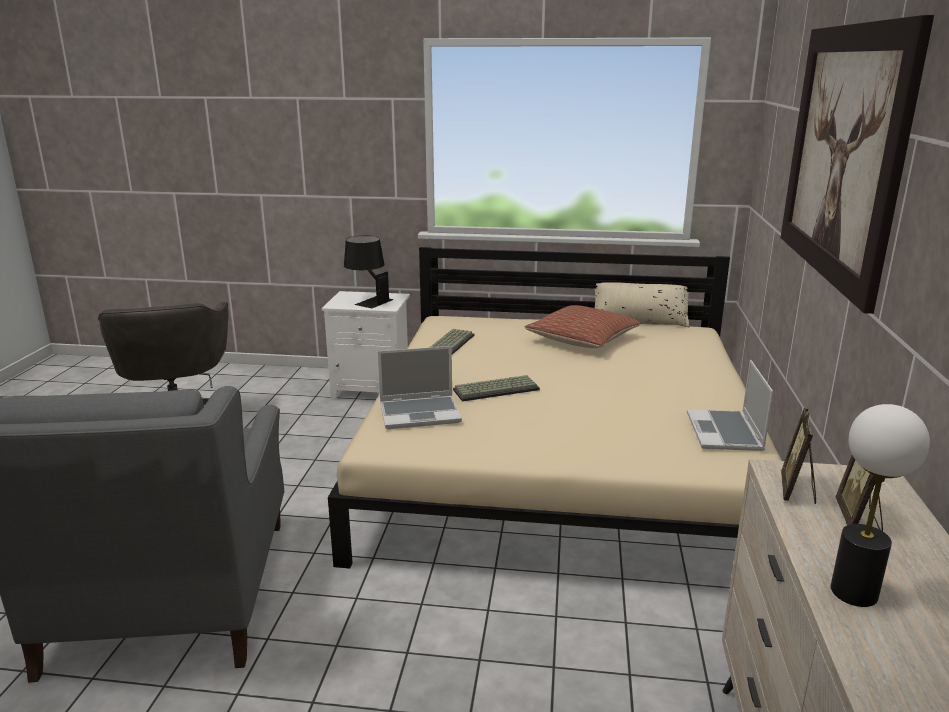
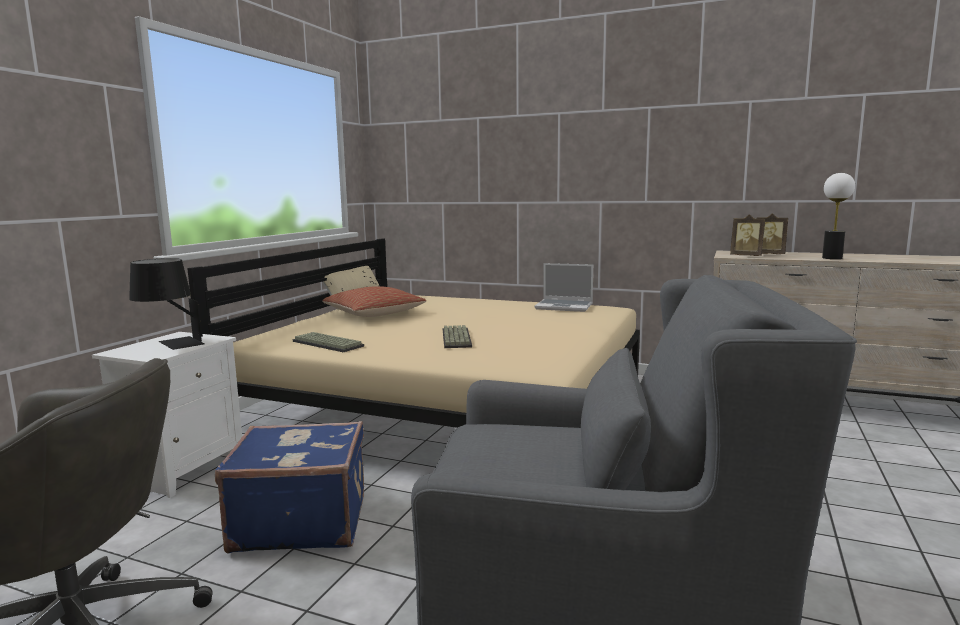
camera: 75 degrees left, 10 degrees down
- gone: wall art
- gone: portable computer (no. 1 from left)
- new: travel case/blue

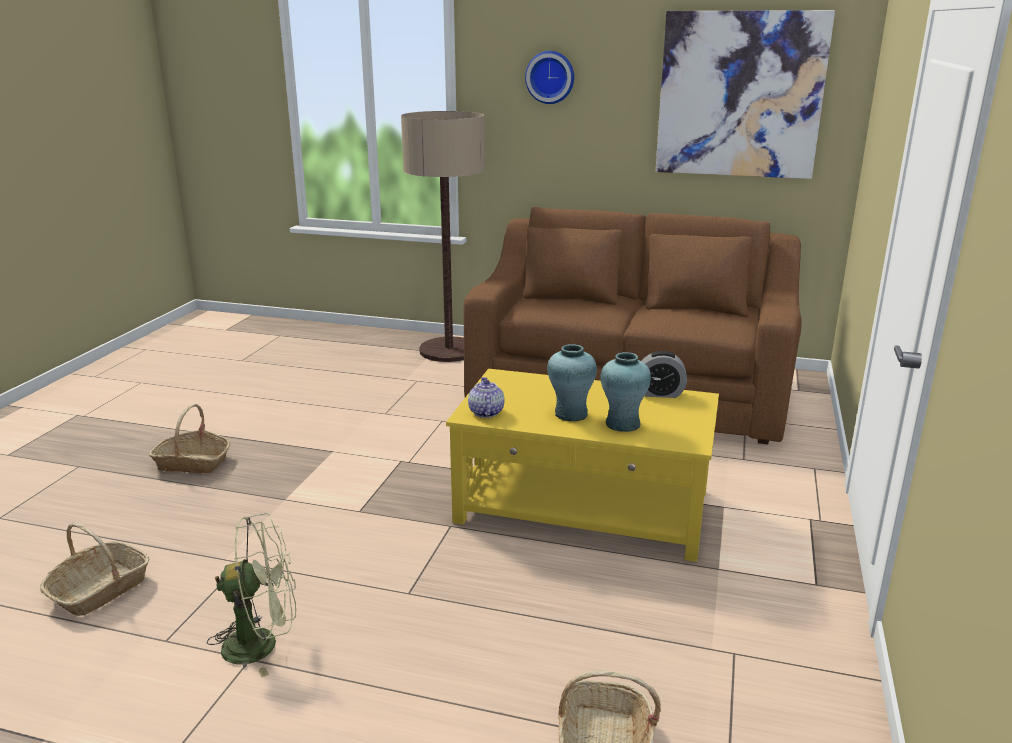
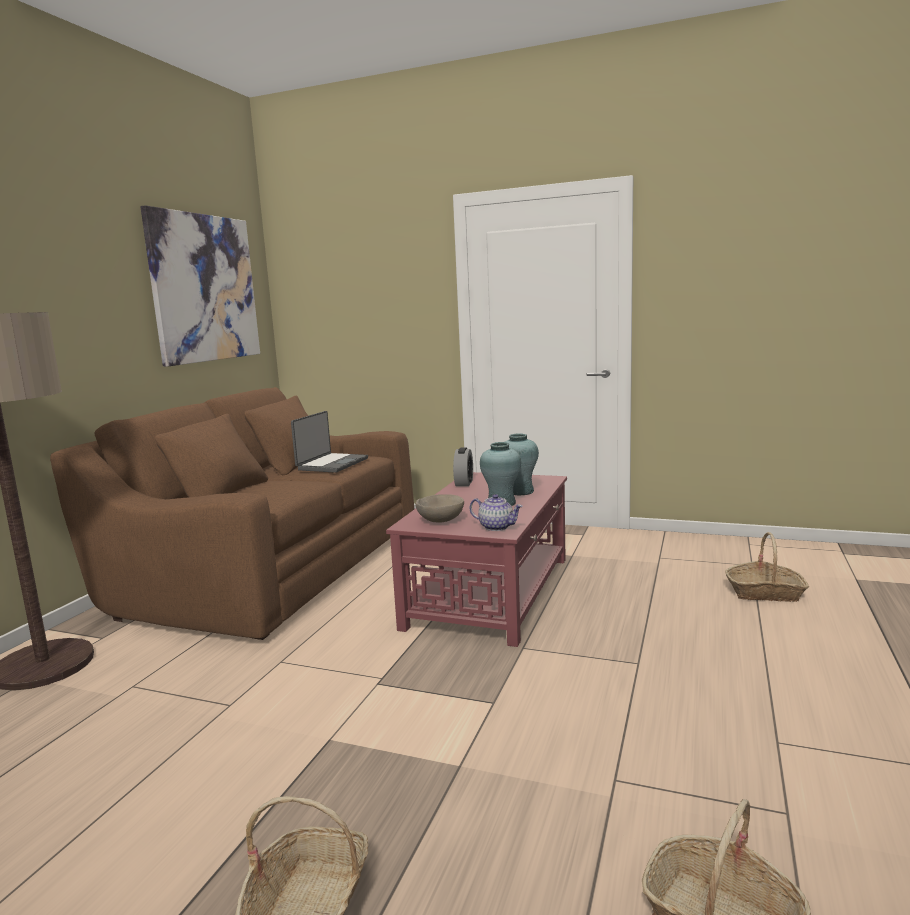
camera: 85 degrees left, 10 degrees down
- gone: hanging clock
- repainted: coffee table/yellow-coloured to coffee table/reddish
- rotated: tea pot 150 degrees counterclockwise
- gone: electric fan/green
- new: portable computer
- new: bowl/sand-coloured

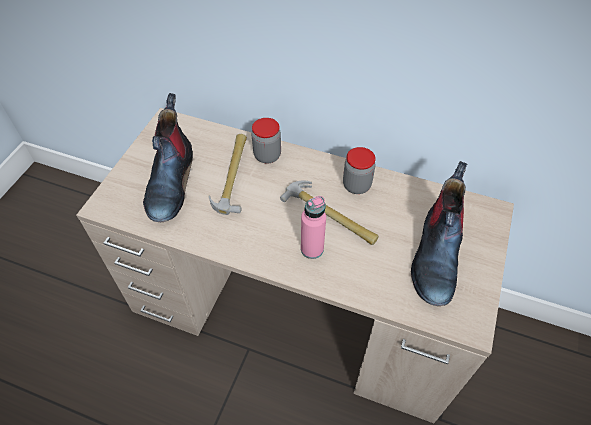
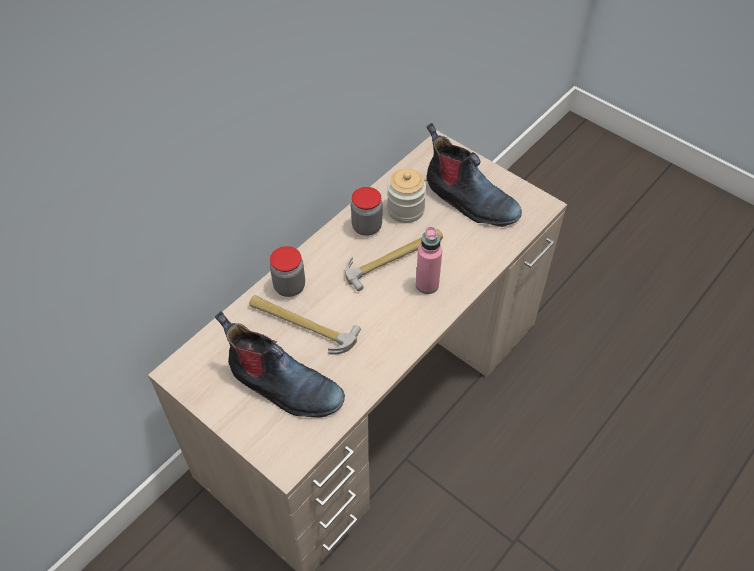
camera: 70 degrees left, 0 degrees up
- new: preserve jar (no. 3 from left)

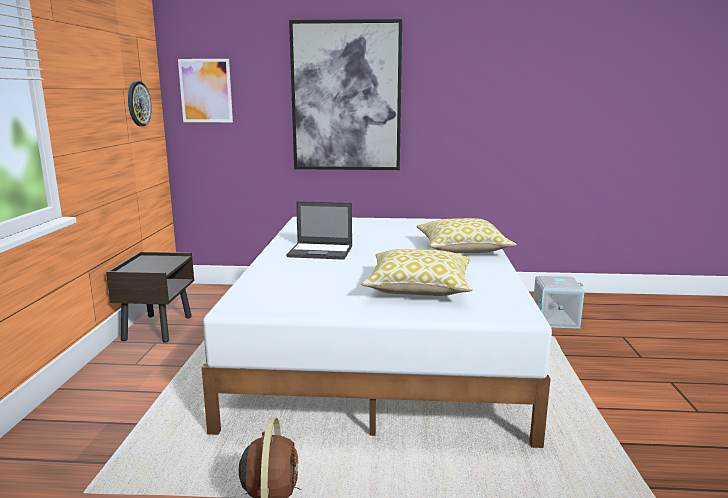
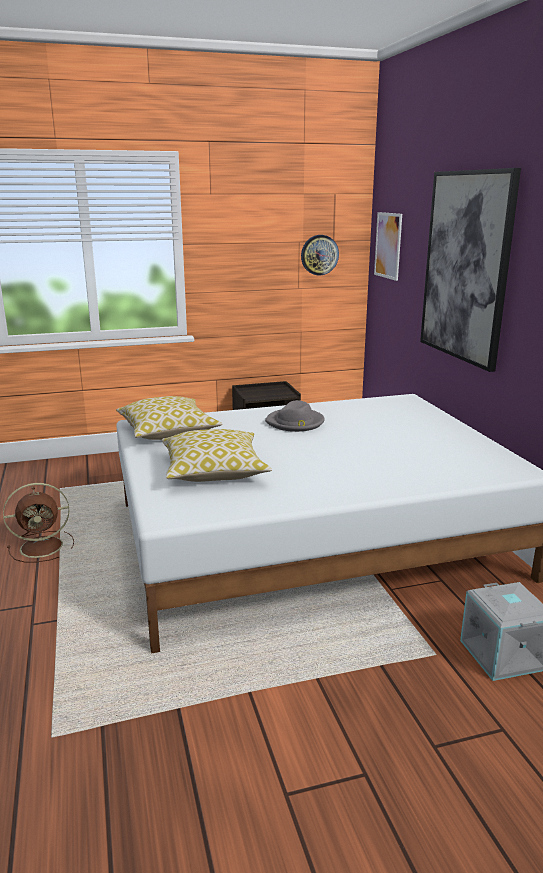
camera: 70 degrees right, 5 degrees up
- swapped: portable computer to hat/greyish
- shifted: throw pillow (no. 2 from left in the first image) to throw pillow (no. 1 from left)

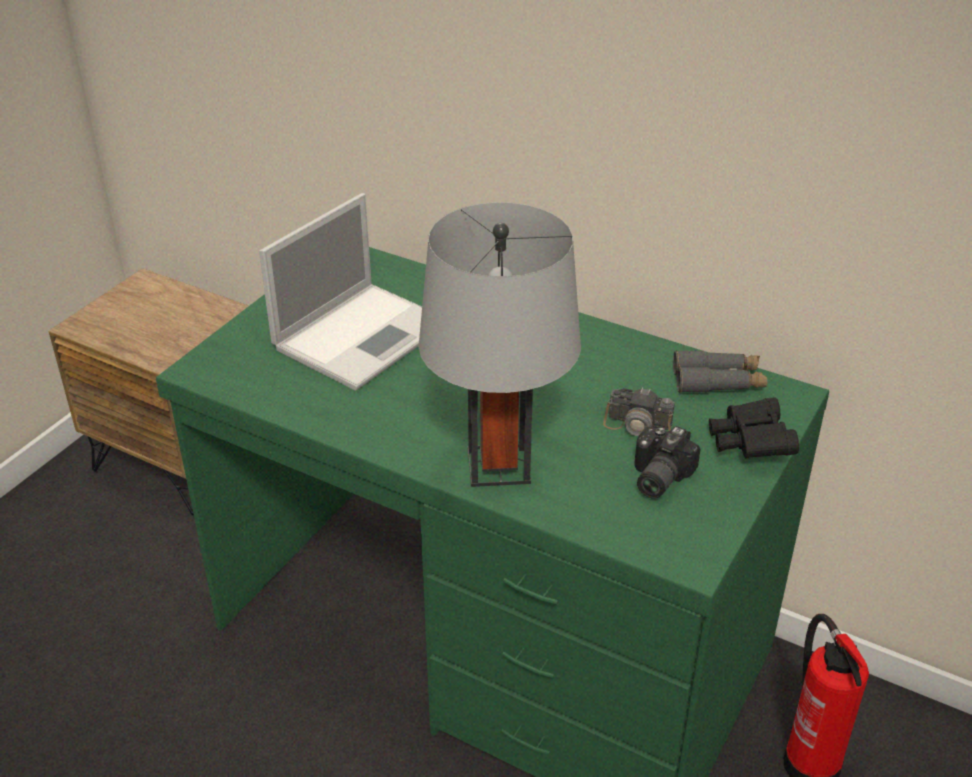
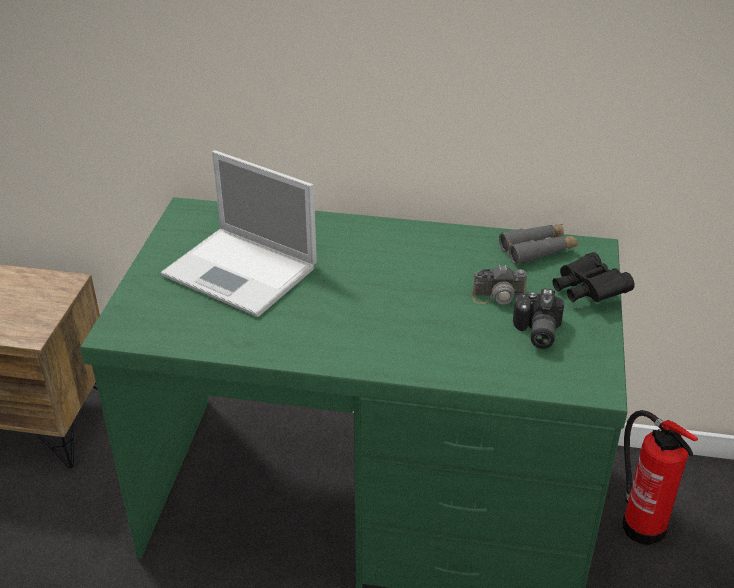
camera: 20 degrees left, 0 degrees up
- rotated: portable computer 105 degrees clockwise
- gone: lamp for a table/greyish

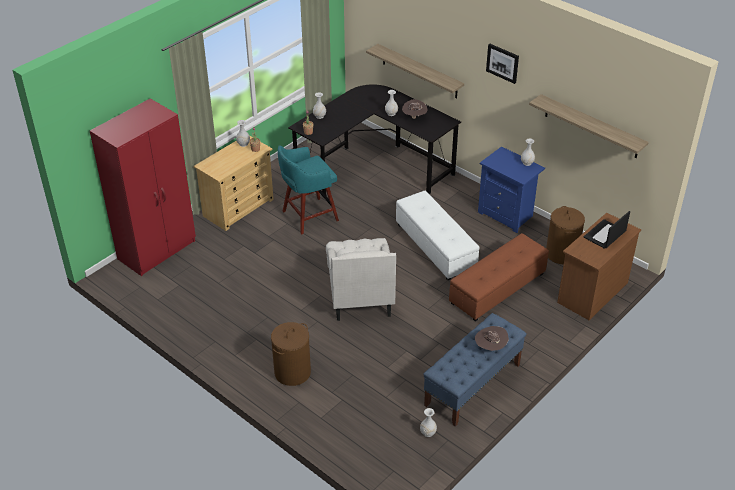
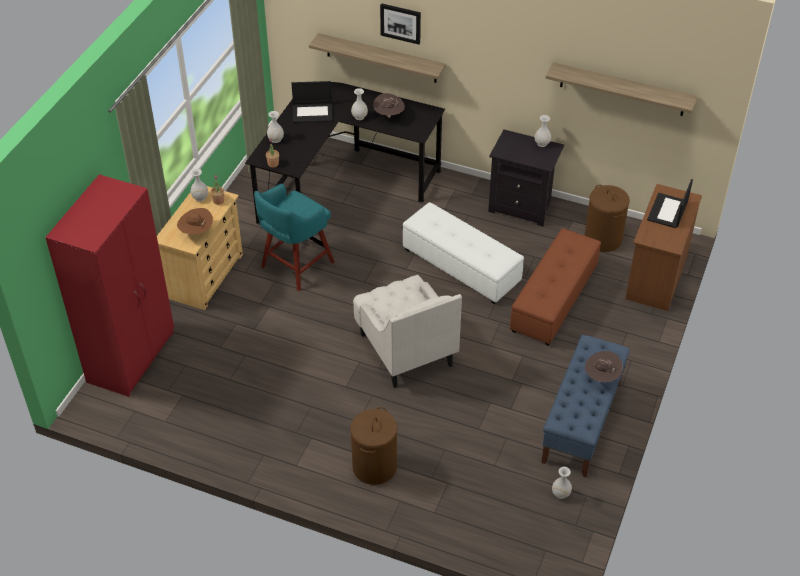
camera: 20 degrees left, 5 degrees up
- shifted: wall art
- repainted: night table/blue to night table/blackish
- new: portable computer (no. 1 from left)
- new: hat/brown-coloured (no. 1 from left)

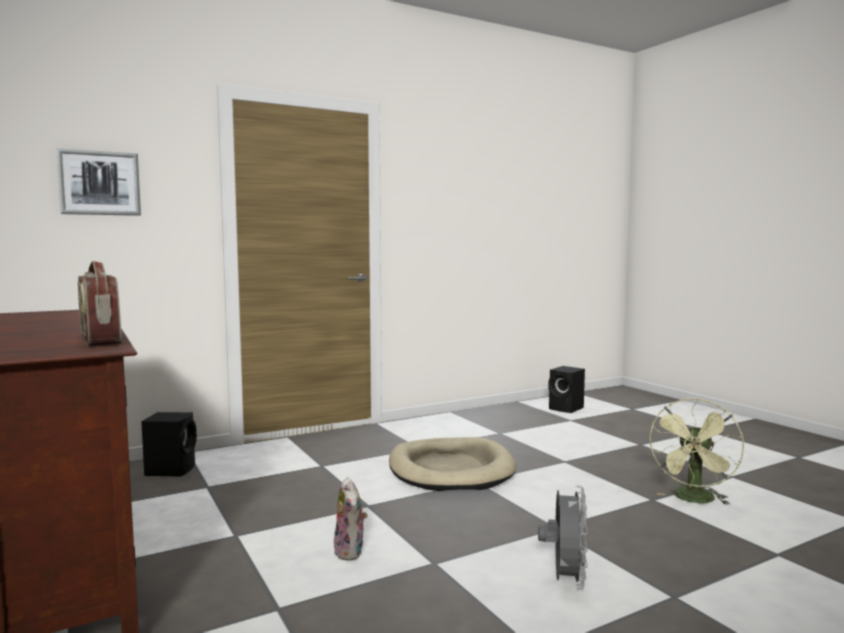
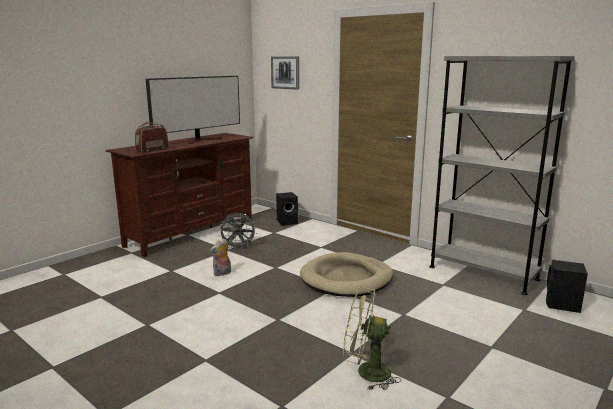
camera: 70 degrees right, 10 degrees up
- shifted: electric fan/greyish
- new: bookcase/greyish
- new: television

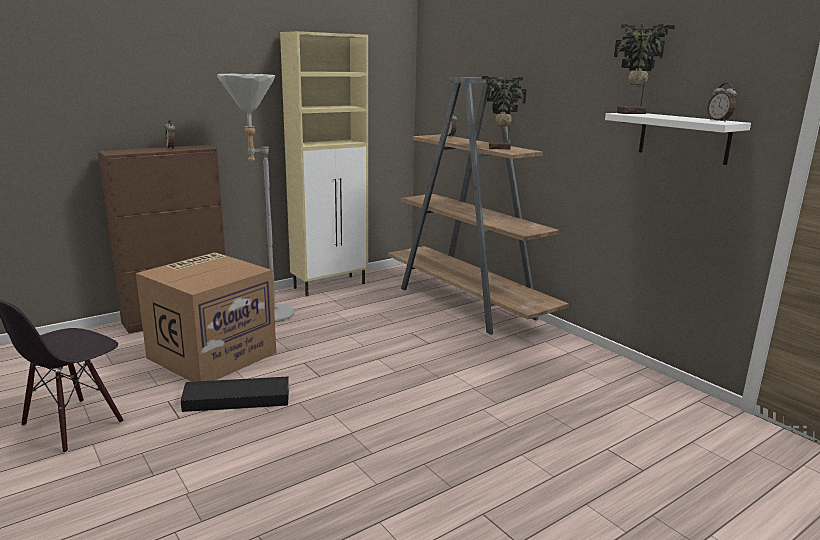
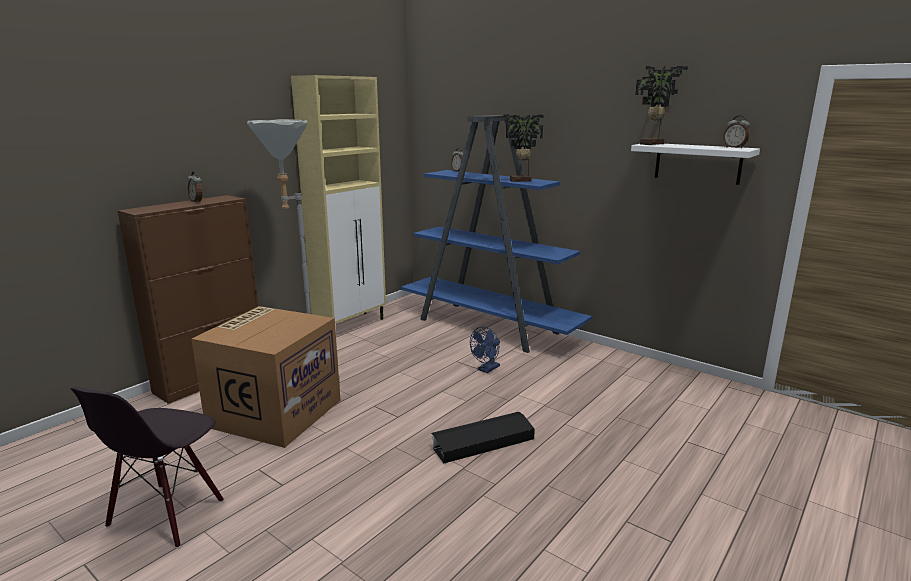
camera: 15 degrees left, 0 degrees up
- repainted: bookcase/brown-coloured to bookcase/blue
- shifted: storage box/blackish
- new: electric fan/blue

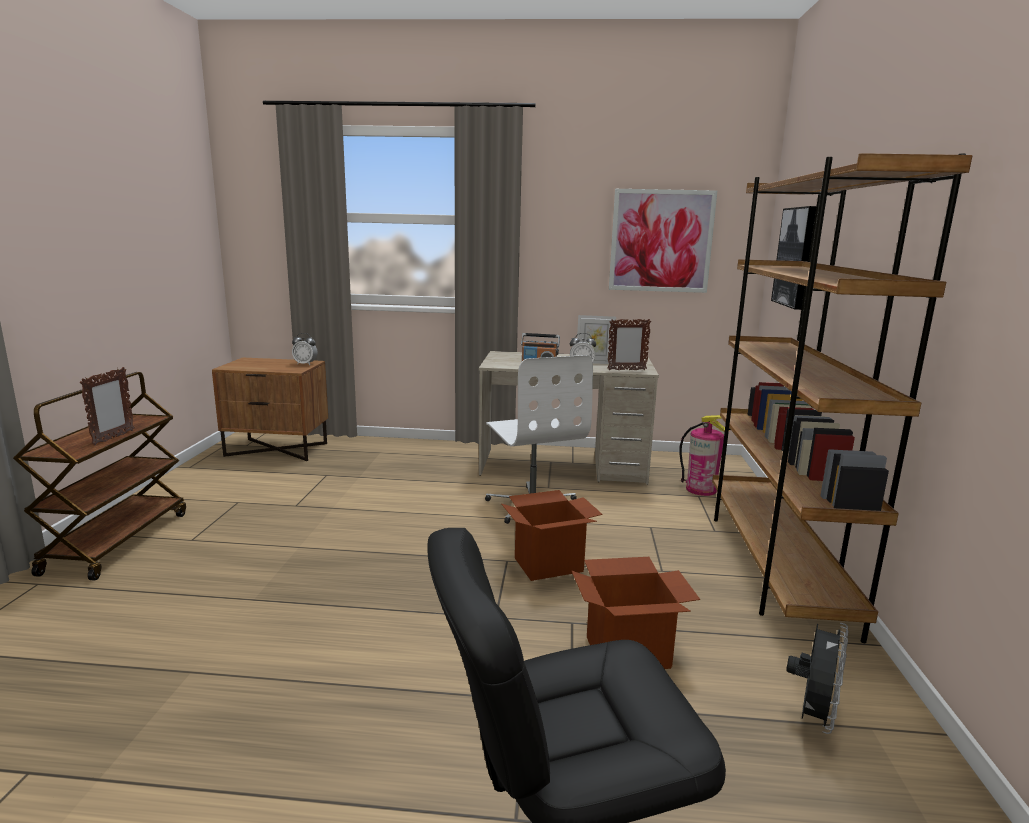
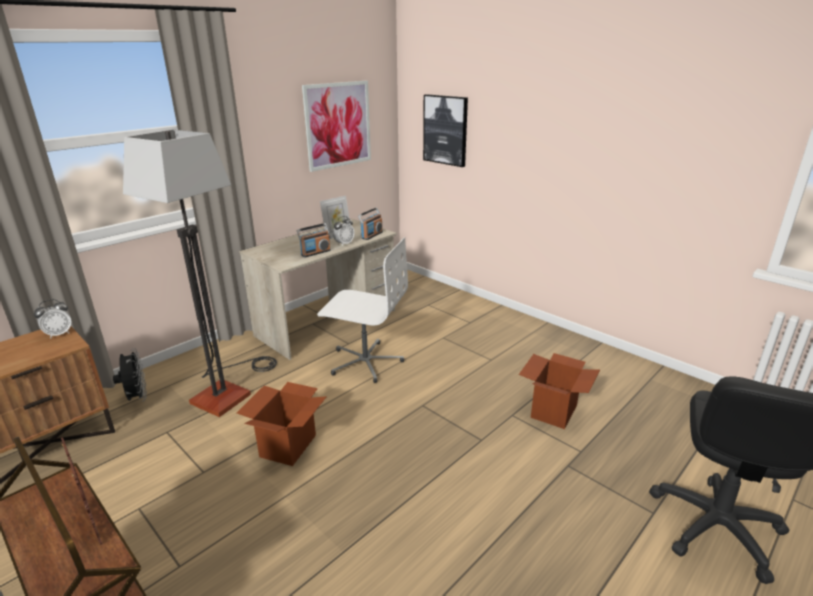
camera: 50 degrees left, 10 degrees up
- gone: bookcase/brown-coloured
- swapped: picture frame (no. 3 from left) to radio (no. 2 from left)
- gone: fire-fighting cylinder
- shifted: cardboard box (no. 1 from left)
- shifted: electric fan/blackish
- new: standard lamp

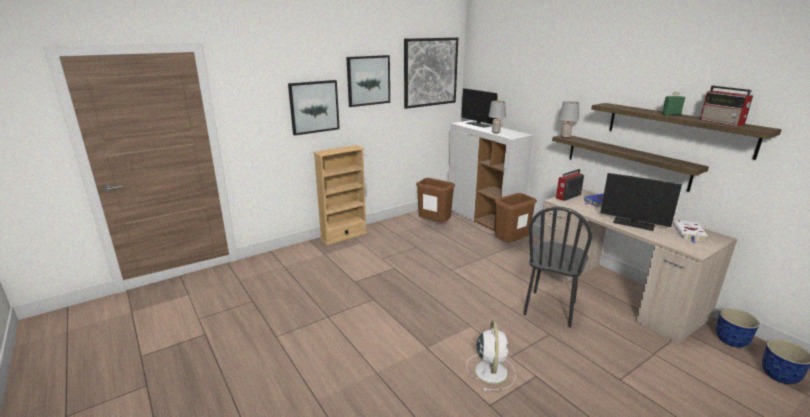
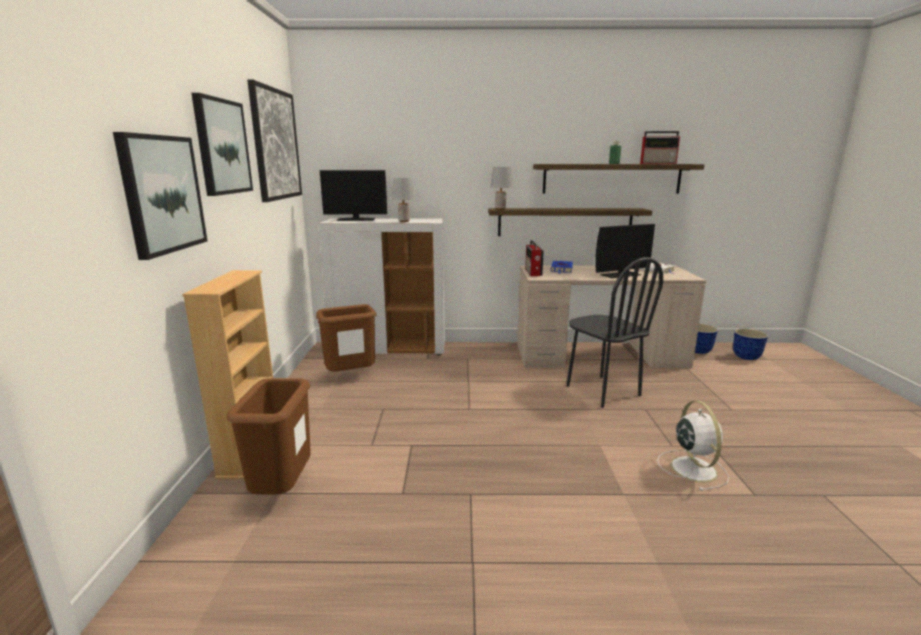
camera: 55 degrees left, 5 degrees down
- shifted: trash can/brown-coloured (no. 2 from left in the first image) to trash can/brown-coloured (no. 1 from left)
- rotated: electric fan/whitish 45 degrees clockwise

